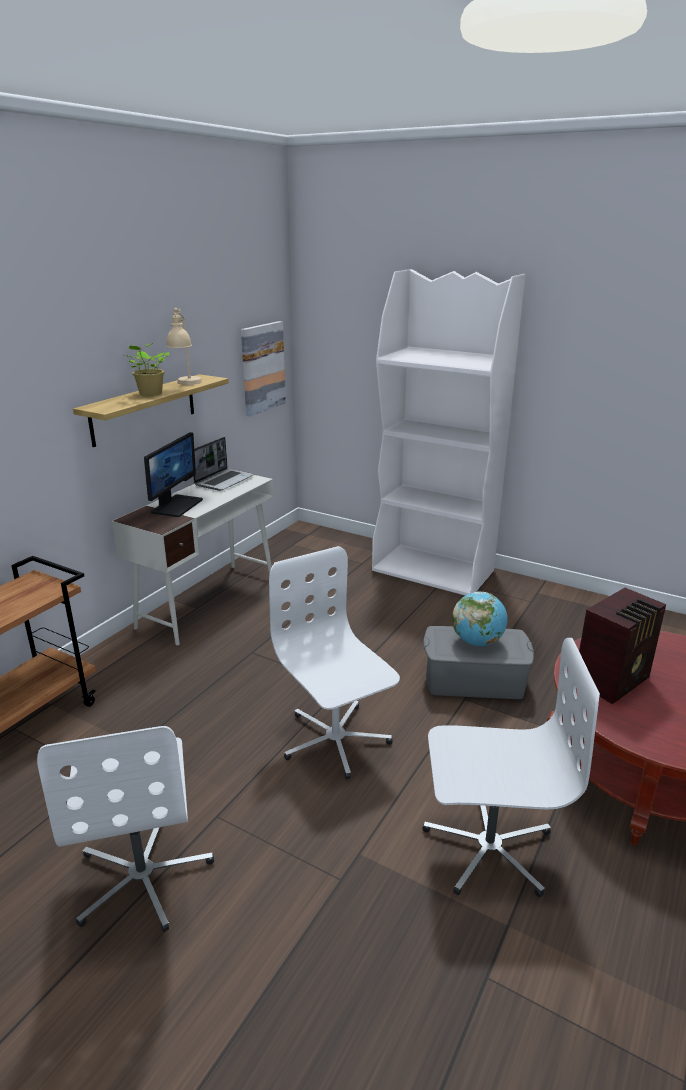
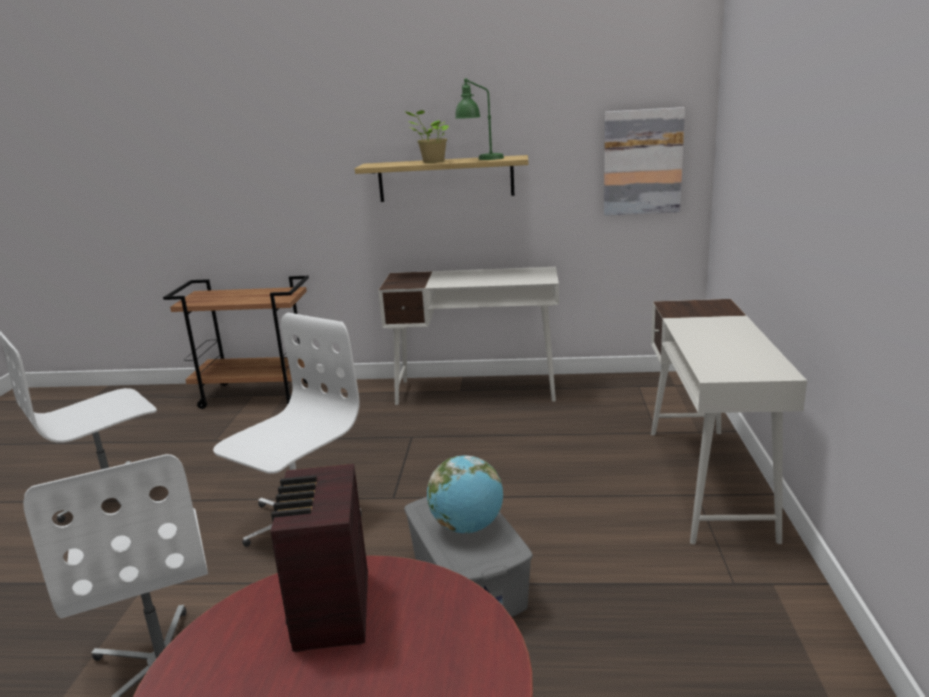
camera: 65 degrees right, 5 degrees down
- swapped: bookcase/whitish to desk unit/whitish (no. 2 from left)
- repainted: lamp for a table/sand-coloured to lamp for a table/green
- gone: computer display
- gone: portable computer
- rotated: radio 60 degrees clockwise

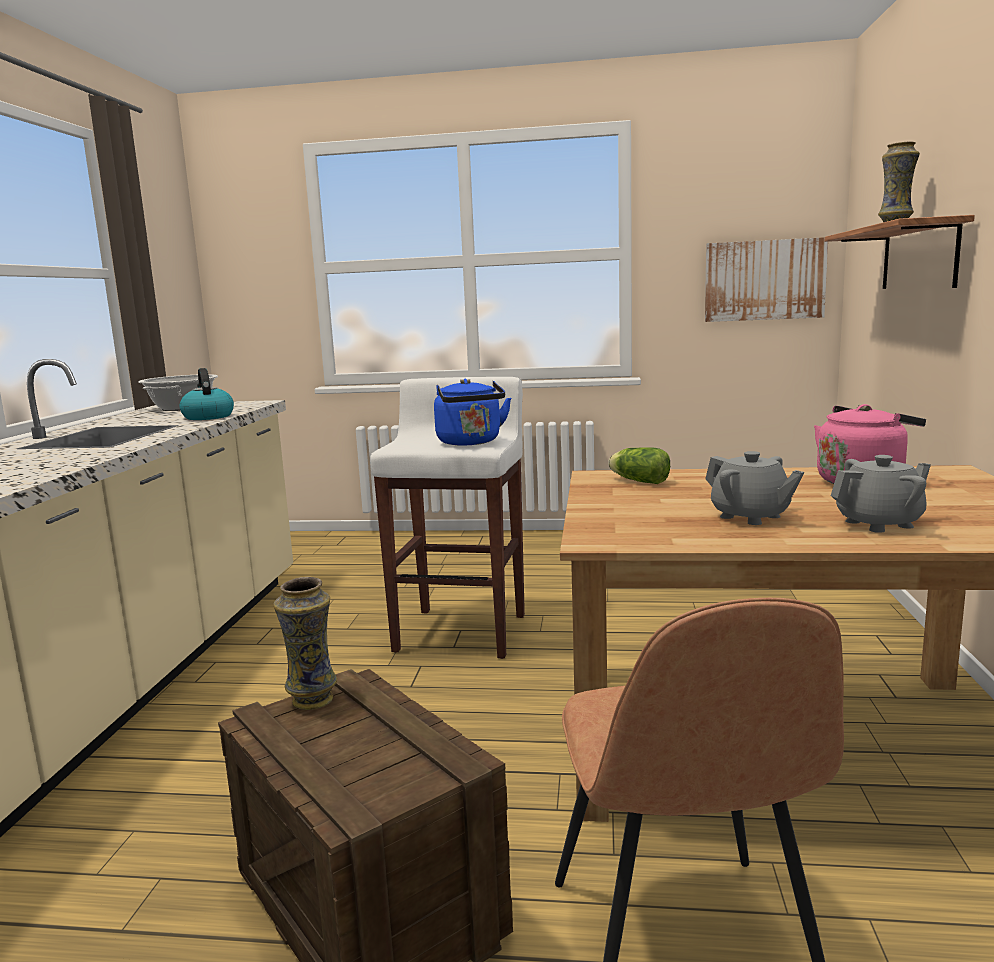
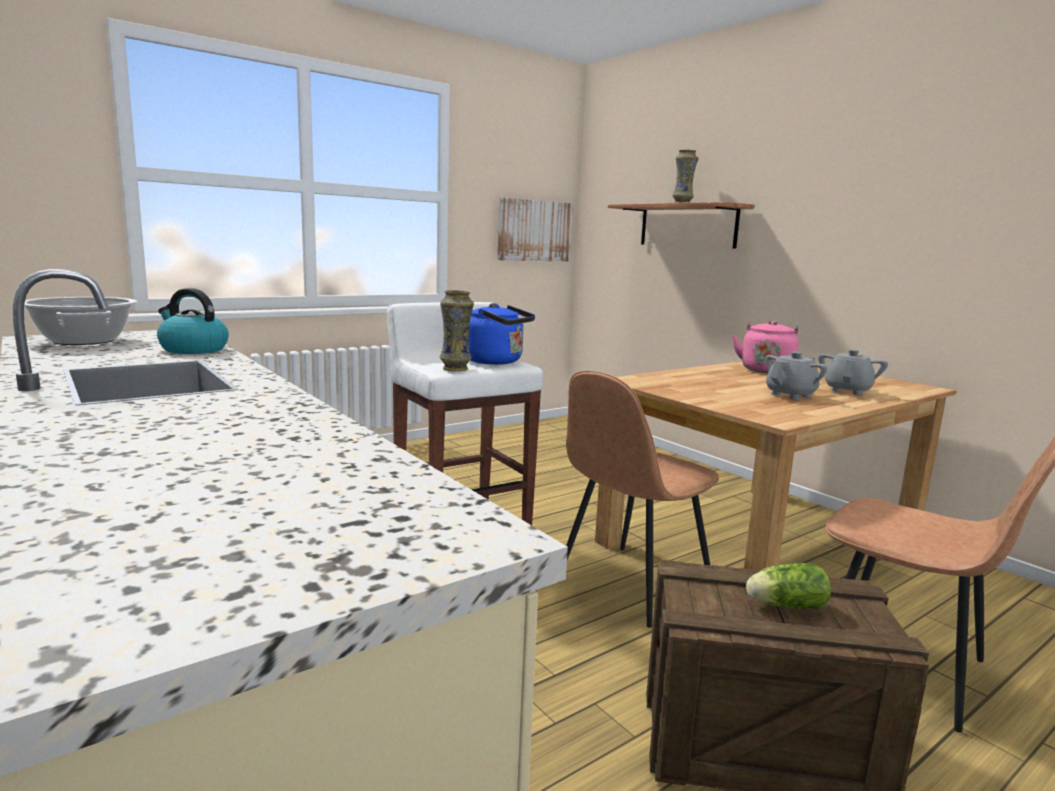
camera: 45 degrees left, 0 degrees up
- shifted: lettuce head
- rotated: tea pot/greyish (no. 1 from left) 45 degrees counterclockwise
- shifted: flower vase (no. 1 from left)
- new: chair/brown-coloured (no. 1 from left)

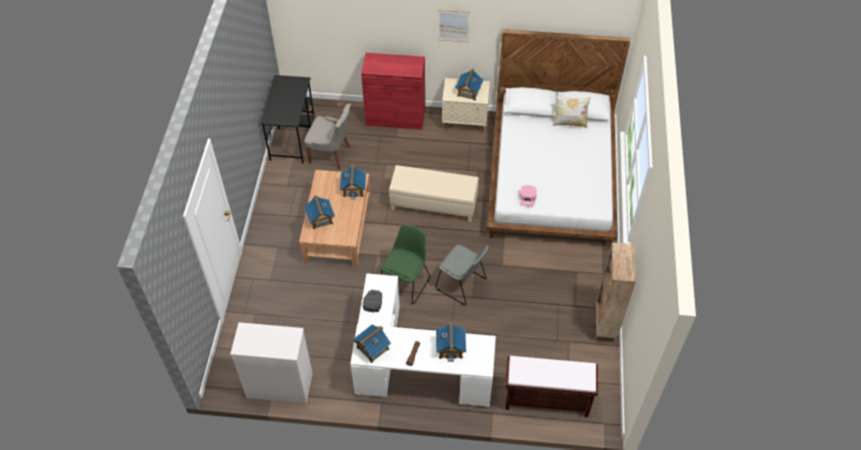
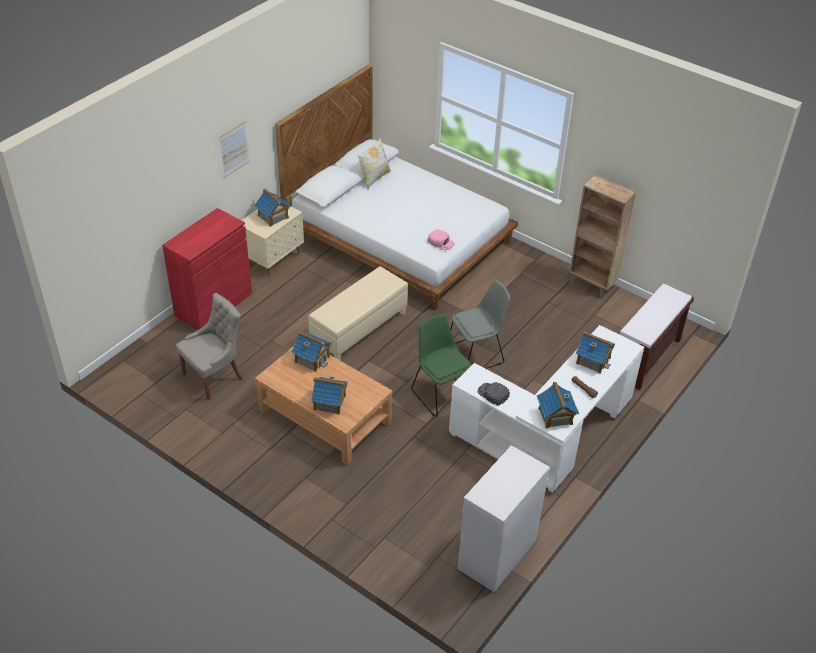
camera: 60 degrees left, 10 degrees down
- gone: desk unit/blackish

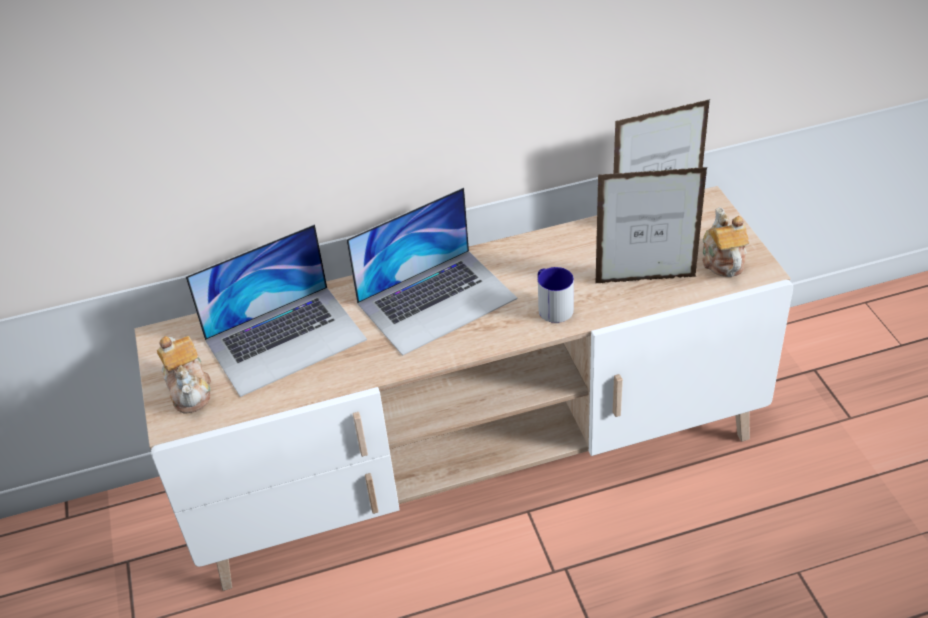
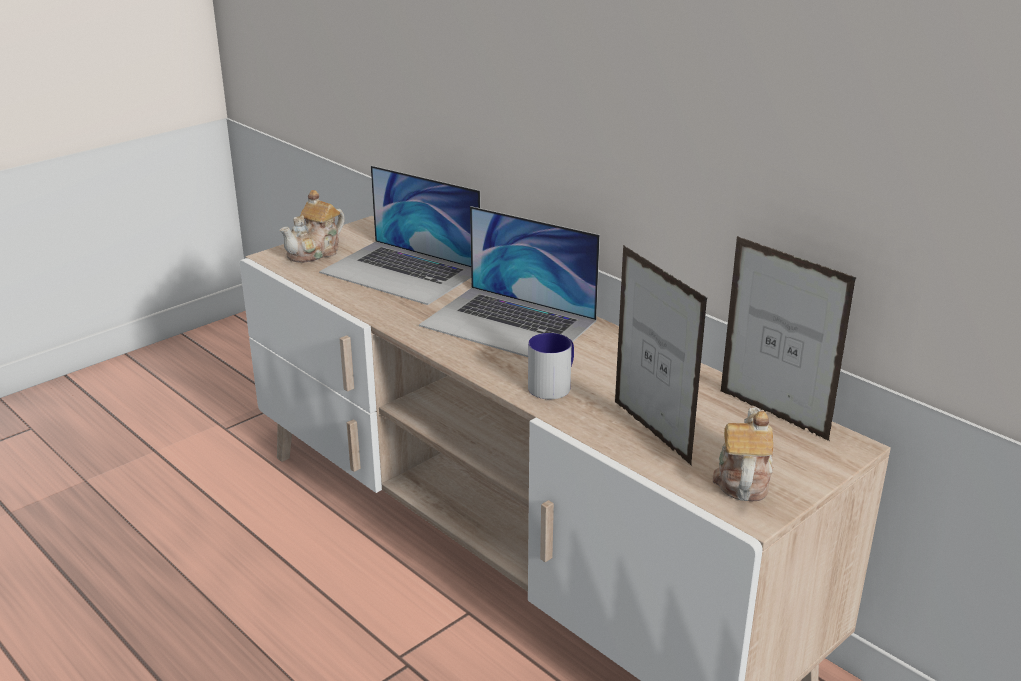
camera: 60 degrees right, 15 degrees down
- rotated: tea pot (no. 2 from left) 45 degrees counterclockwise

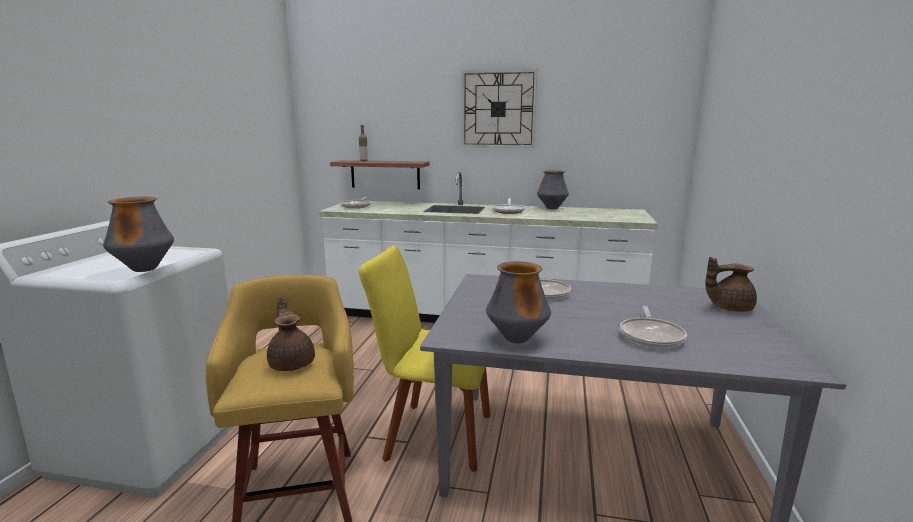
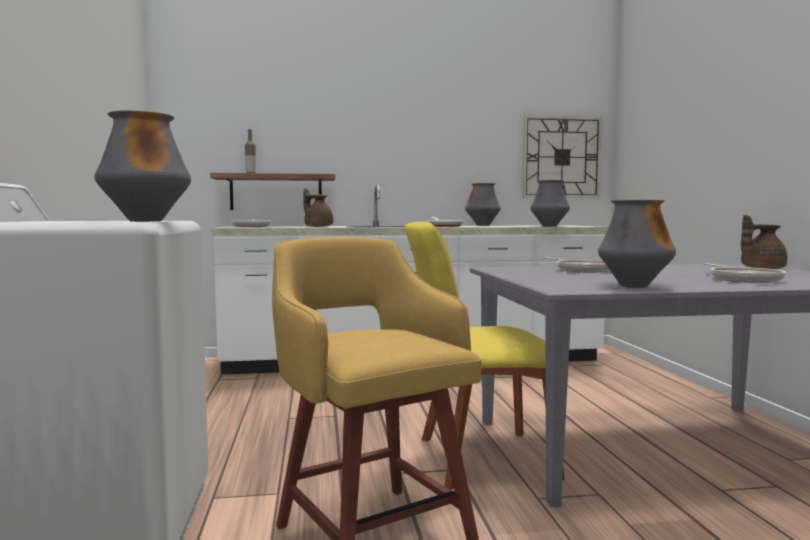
camera: 20 degrees left, 10 degrees down
- shifted: hanging clock
- shifted: tea pot/brown-coloured (no. 1 from left)
- new: flower vase (no. 3 from left)

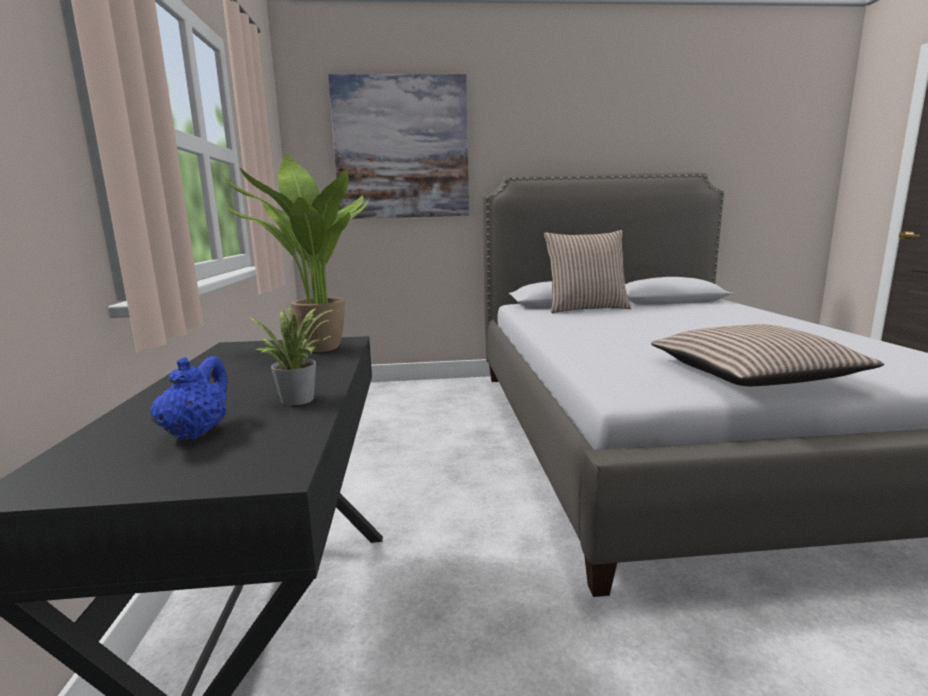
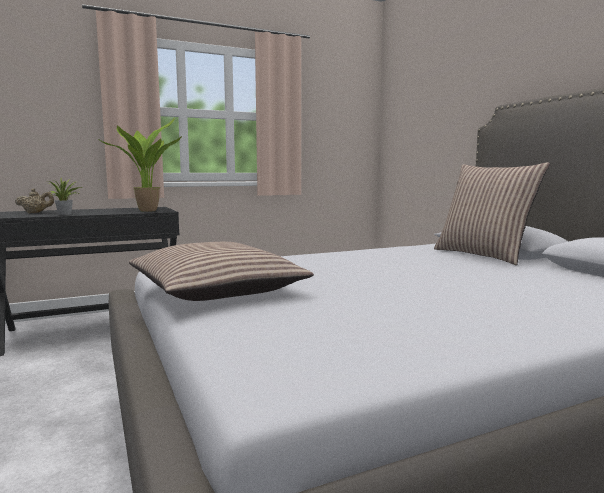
camera: 70 degrees right, 5 degrees down
- gone: wall art
- repainted: tea pot/blue to tea pot/sand-coloured

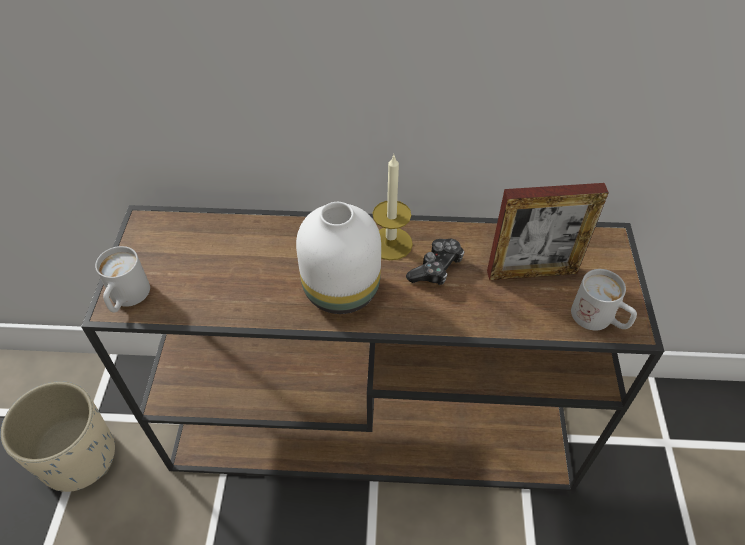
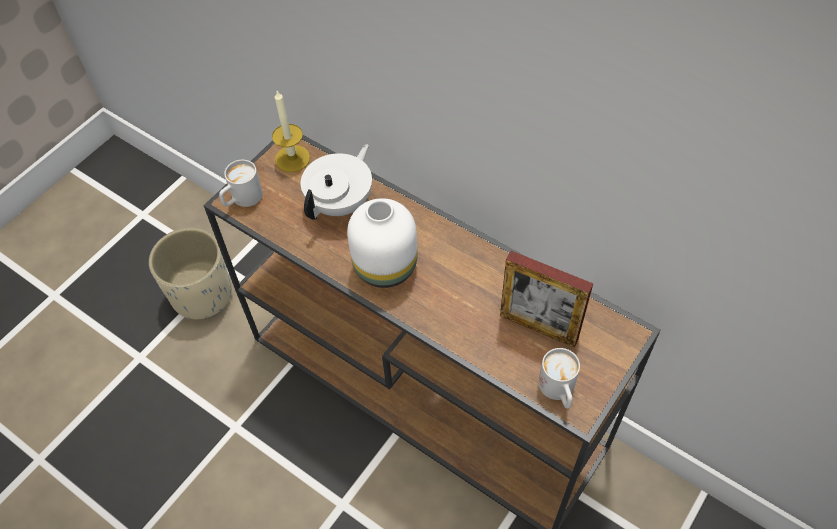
camera: 35 degrees right, 5 degrees up
- shifted: candle
- gone: joypad
- new: tea pot/whitish

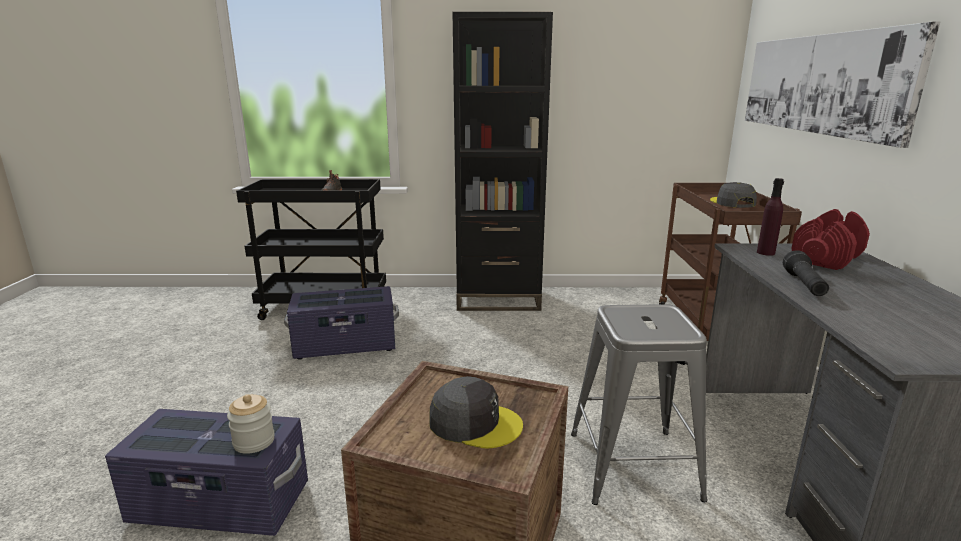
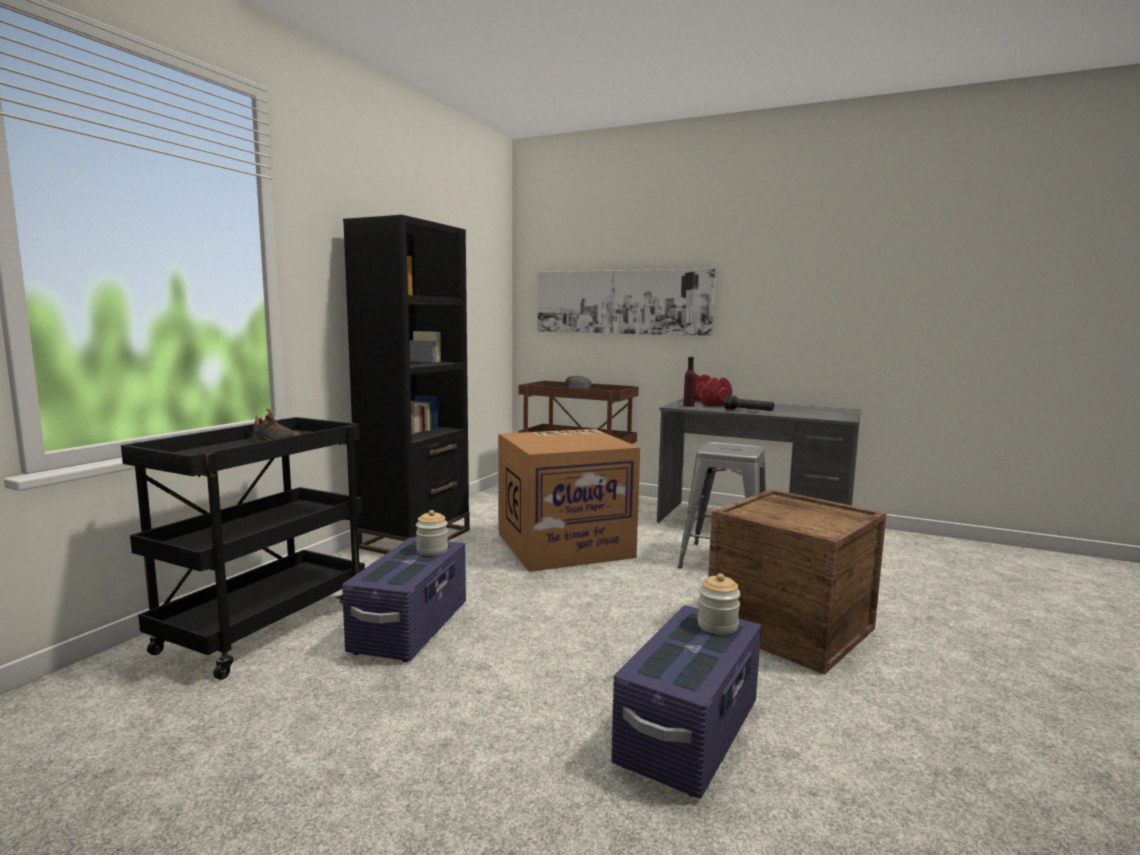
camera: 65 degrees left, 10 degrees down
- gone: cap/greyish (no. 1 from left)
- new: cardboard box
- new: preserve jar (no. 1 from left)

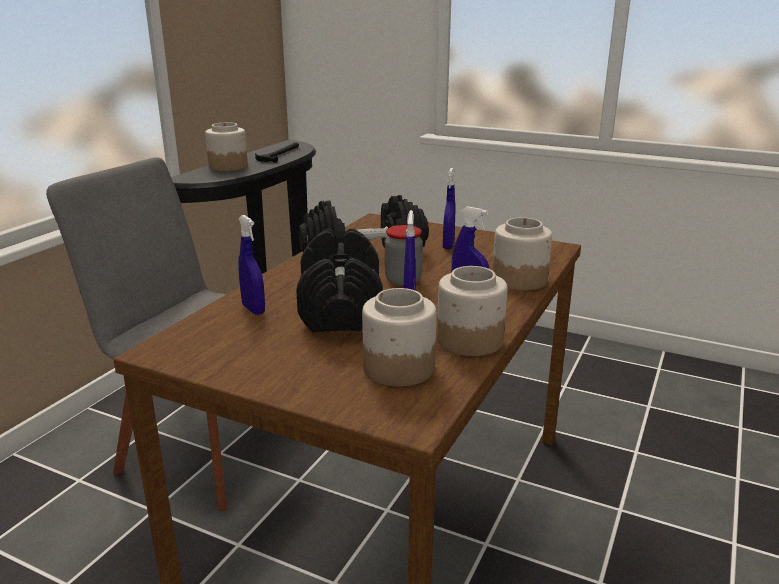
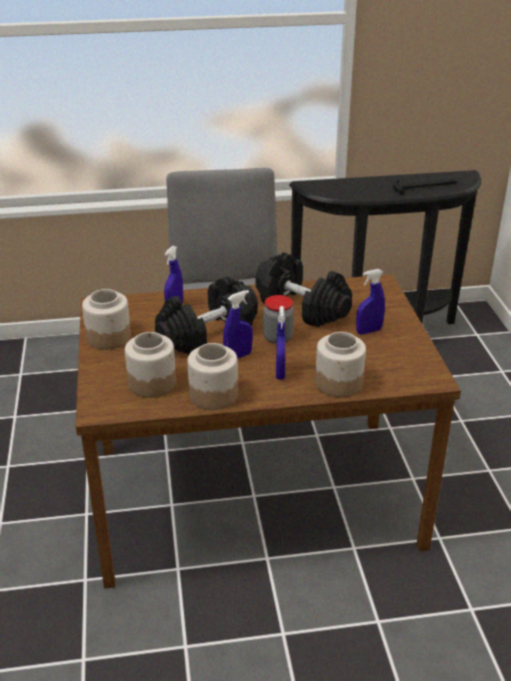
camera: 55 degrees right, 10 degrees up
- shifted: preserve jar (no. 1 from left)

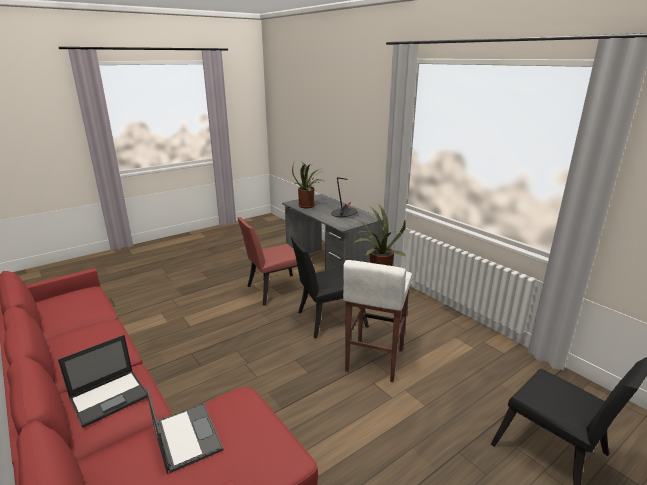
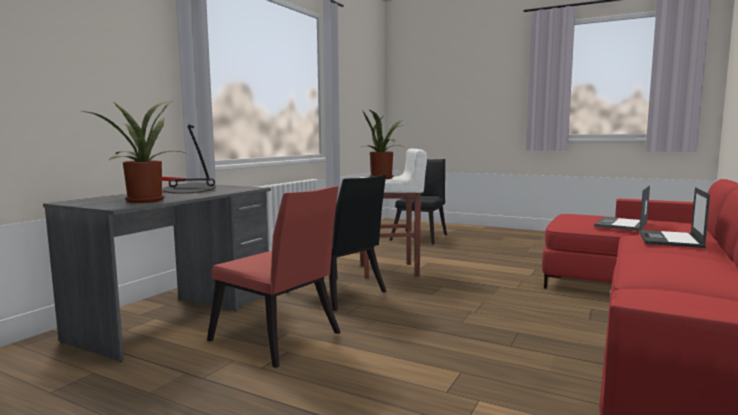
camera: 115 degrees left, 15 degrees down
- rotated: portable computer (no. 1 from left in the first image) 90 degrees counterclockwise

